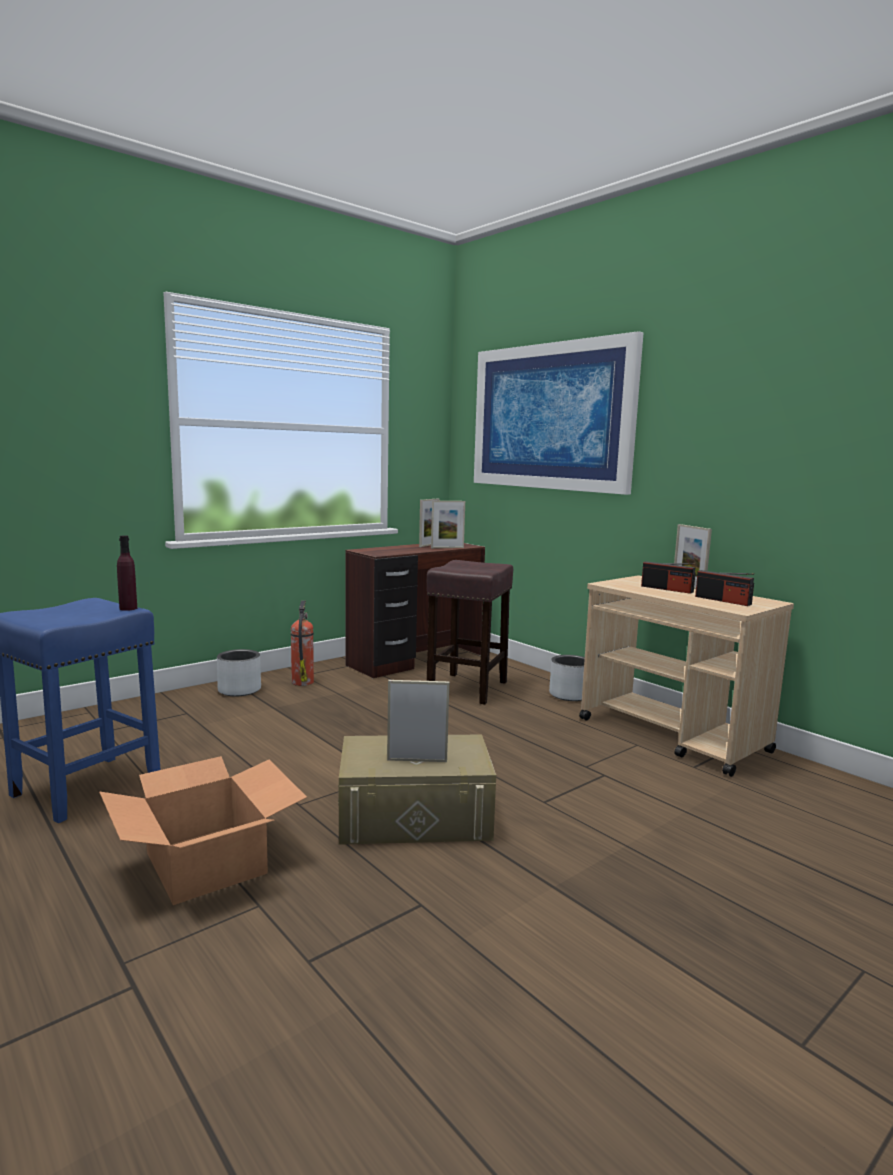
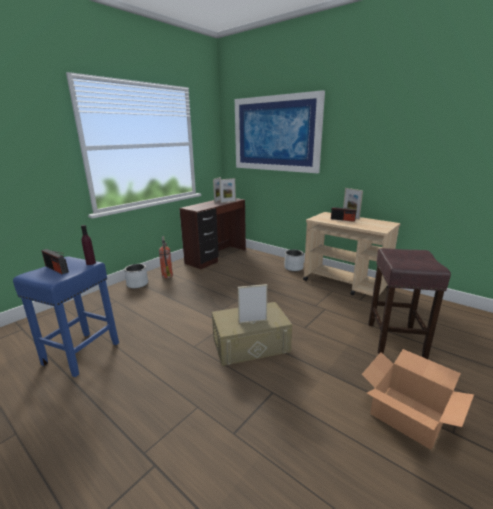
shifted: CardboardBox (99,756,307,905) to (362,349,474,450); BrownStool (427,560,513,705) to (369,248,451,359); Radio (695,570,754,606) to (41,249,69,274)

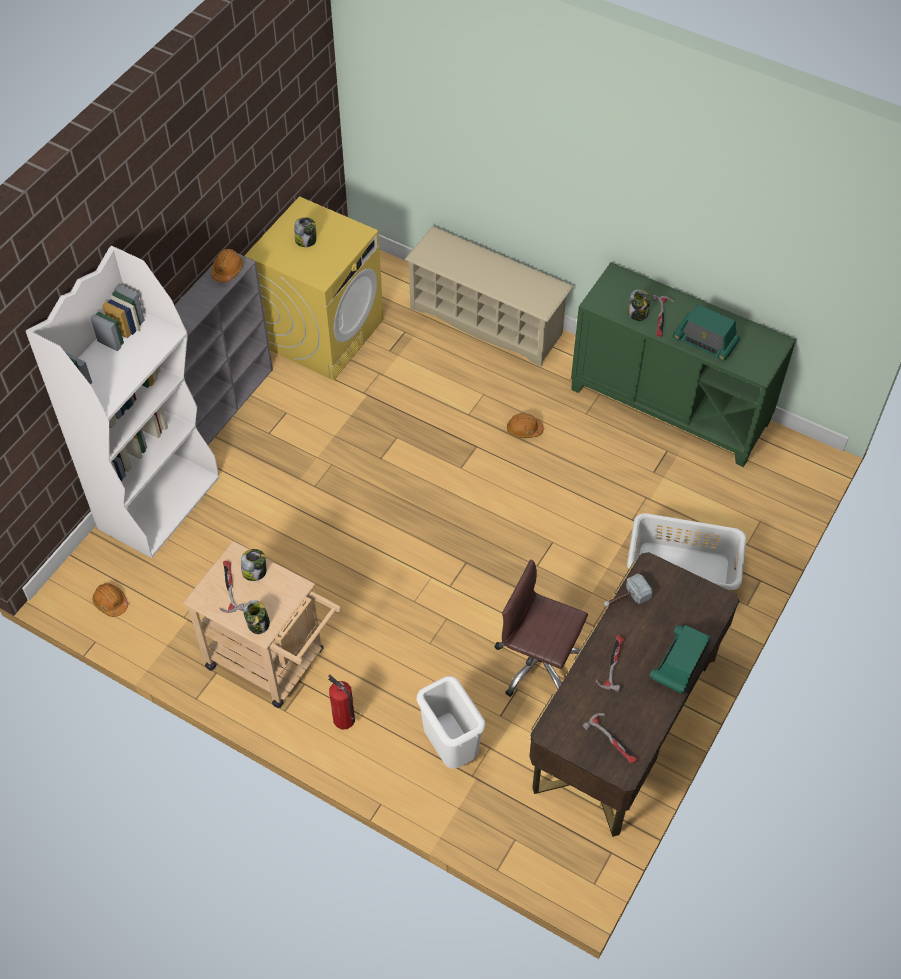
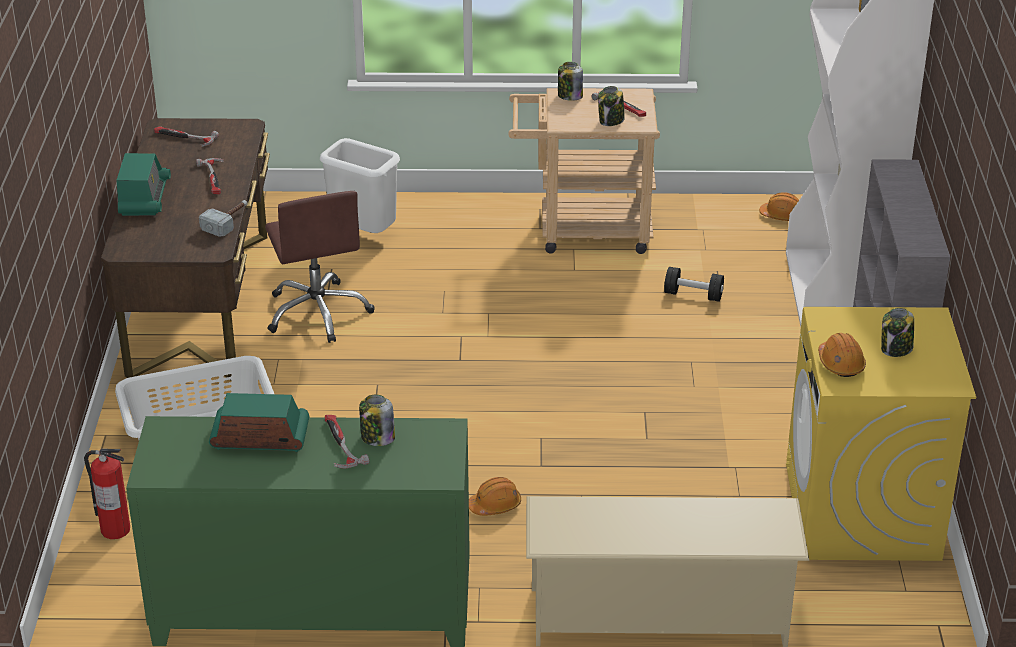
new: BlackDumbbell (664,267,724,302)
shifted: OrangeHardHat (211,249,243,282) to (818,333,866,377); FireExtinguisher (328,674,355,729) to (84,449,130,539)
rotated: BrownOfficeChair (494,559,588,697) = (265,191,374,343) 75 degrees clockwise

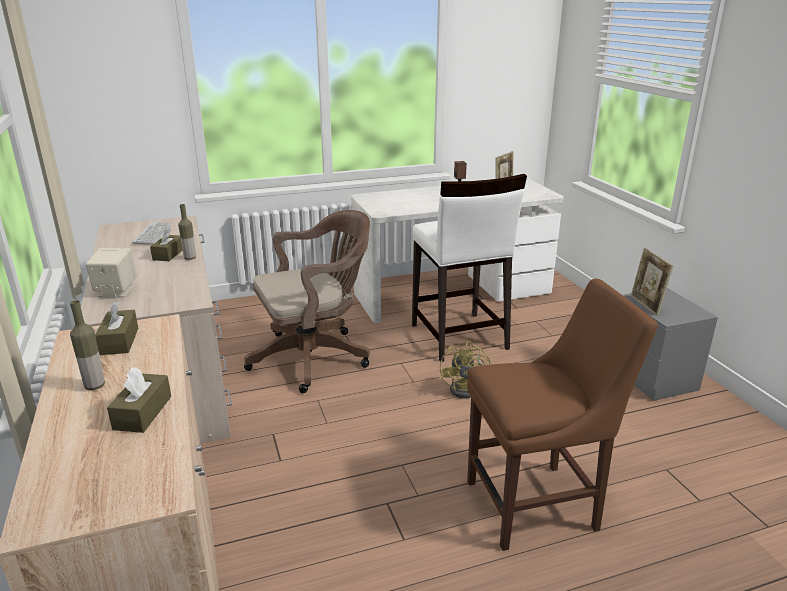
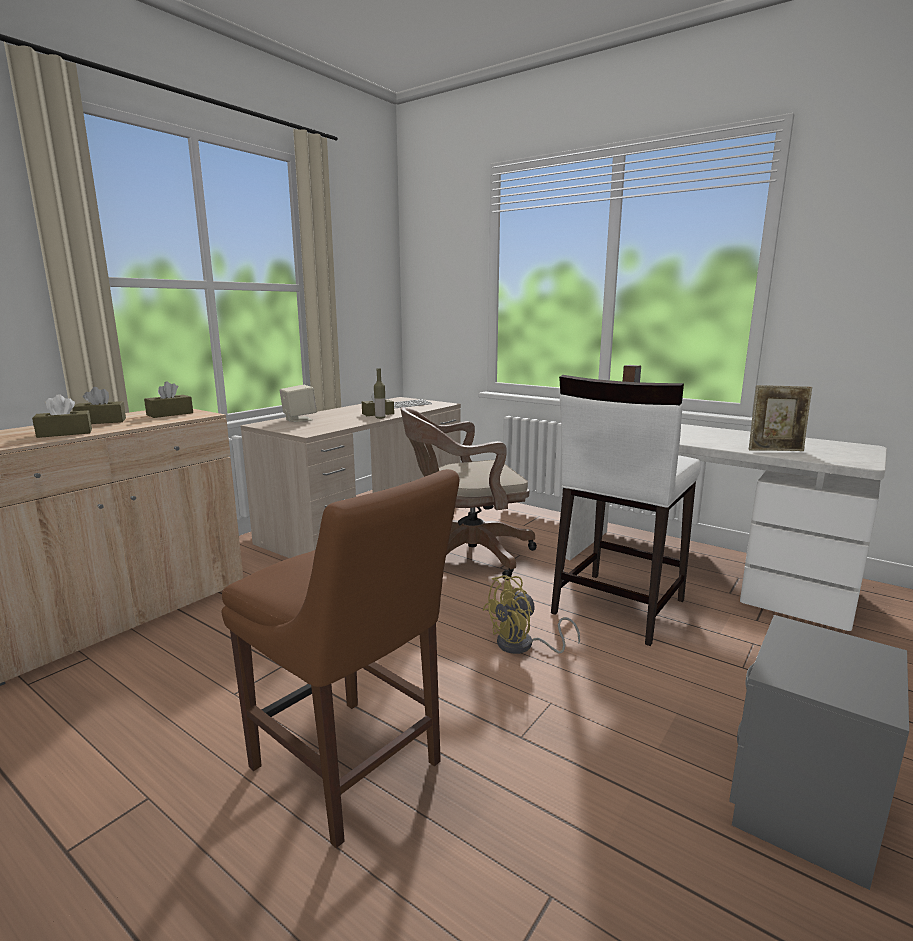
gone: PictureFrame (631,247,673,316)
swapped: Bottle (70,300,105,390) to BrownTissueBox (72,387,126,424)
rotated: BrownOfficeChair (244,210,370,393) = (400,407,537,580) 135 degrees clockwise

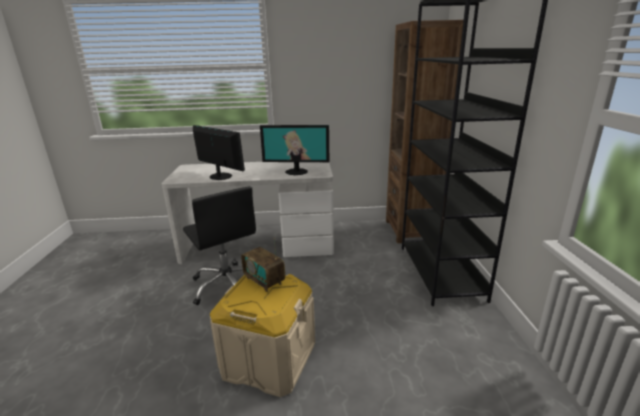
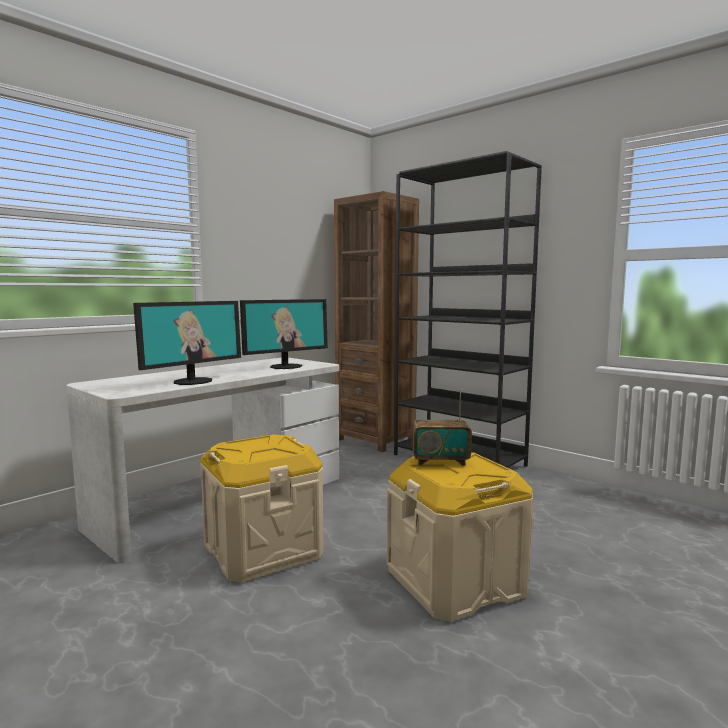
swapped: BlackOfficeChair (183,186,256,305) to BeigeStorageBox (200,434,324,582)
rotated: Monitor (193,125,245,180) = (133,301,241,385) 135 degrees clockwise

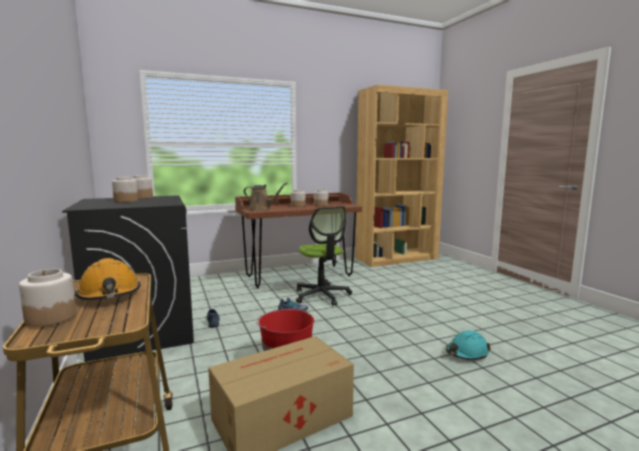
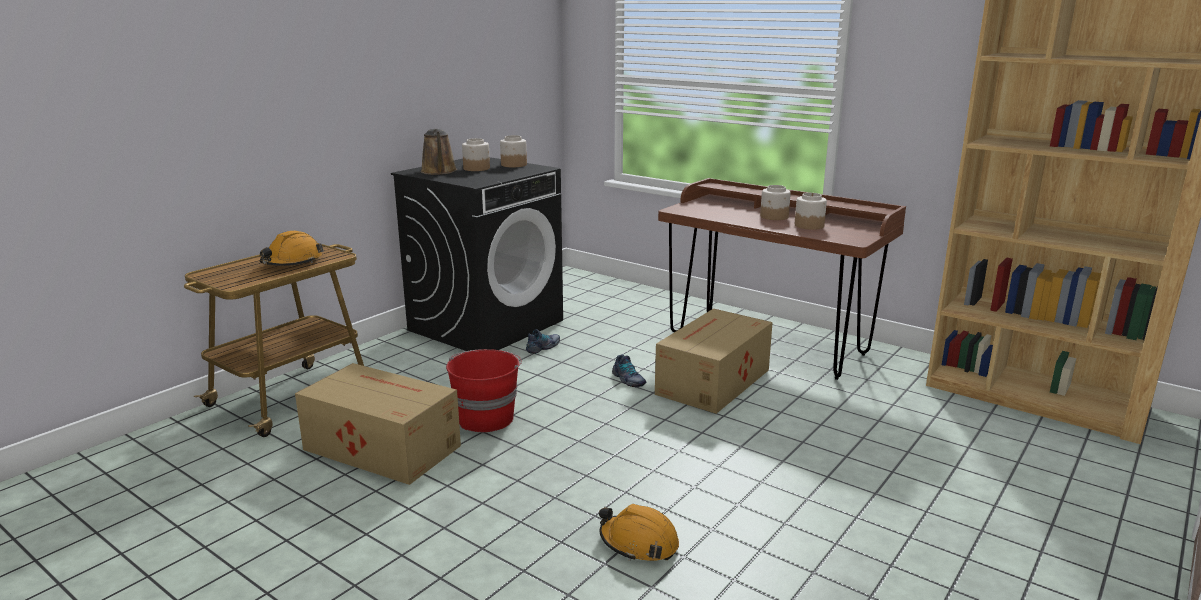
gone: Jar (19,269,76,327)
shifted: BrownWateringCan (243,183,287,211) to (421,129,457,175)
swapped: OfficeChair (296,206,352,306) to CardboardBox (655,308,773,414)
repainted: TurquoiseHardHat (446,331,491,360) to OrangeHardHat (599,504,679,561)

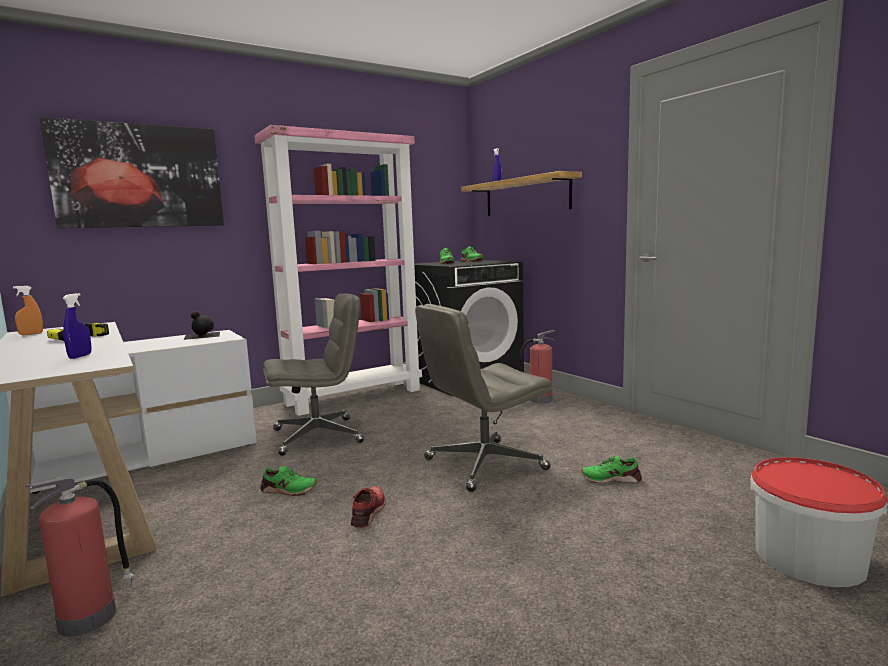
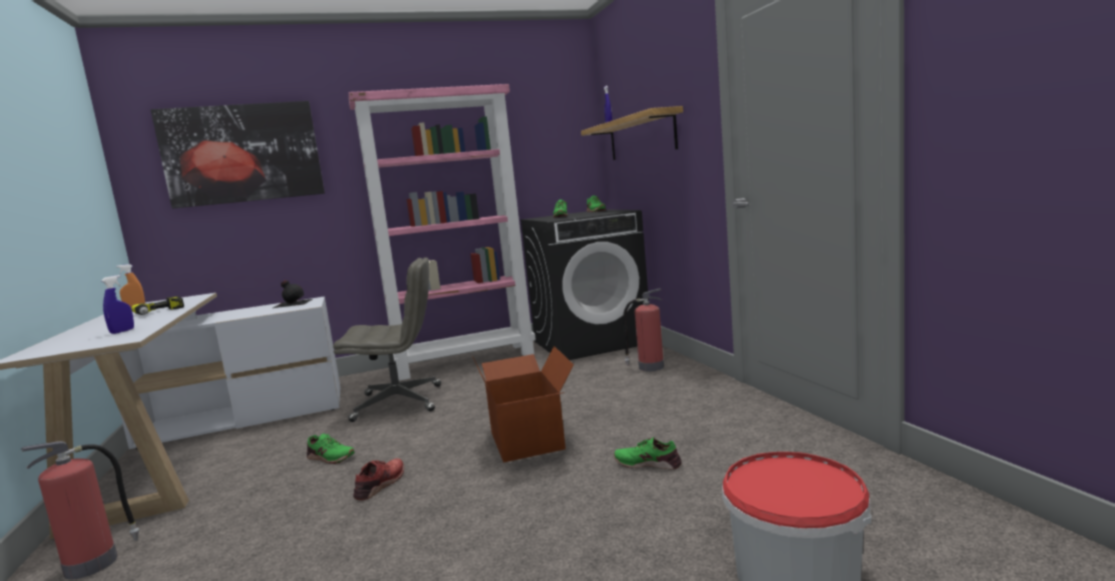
swapped: GreyOfficeChair (415,304,552,492) to CardboardBox (473,346,574,463)

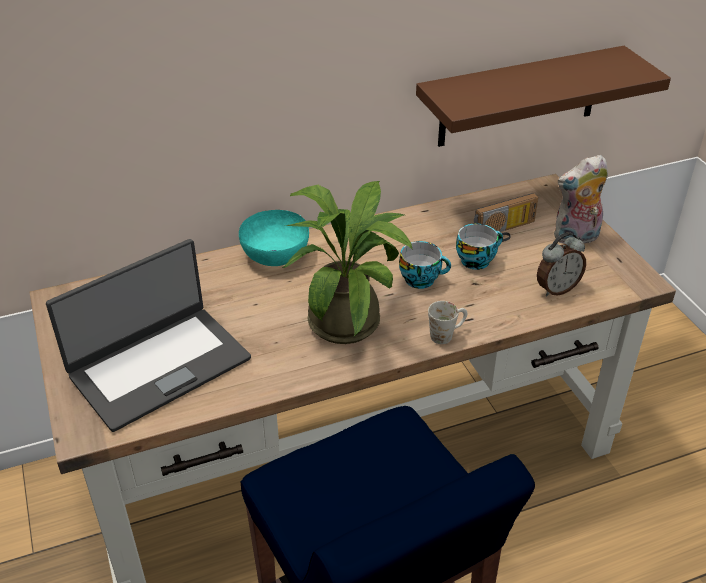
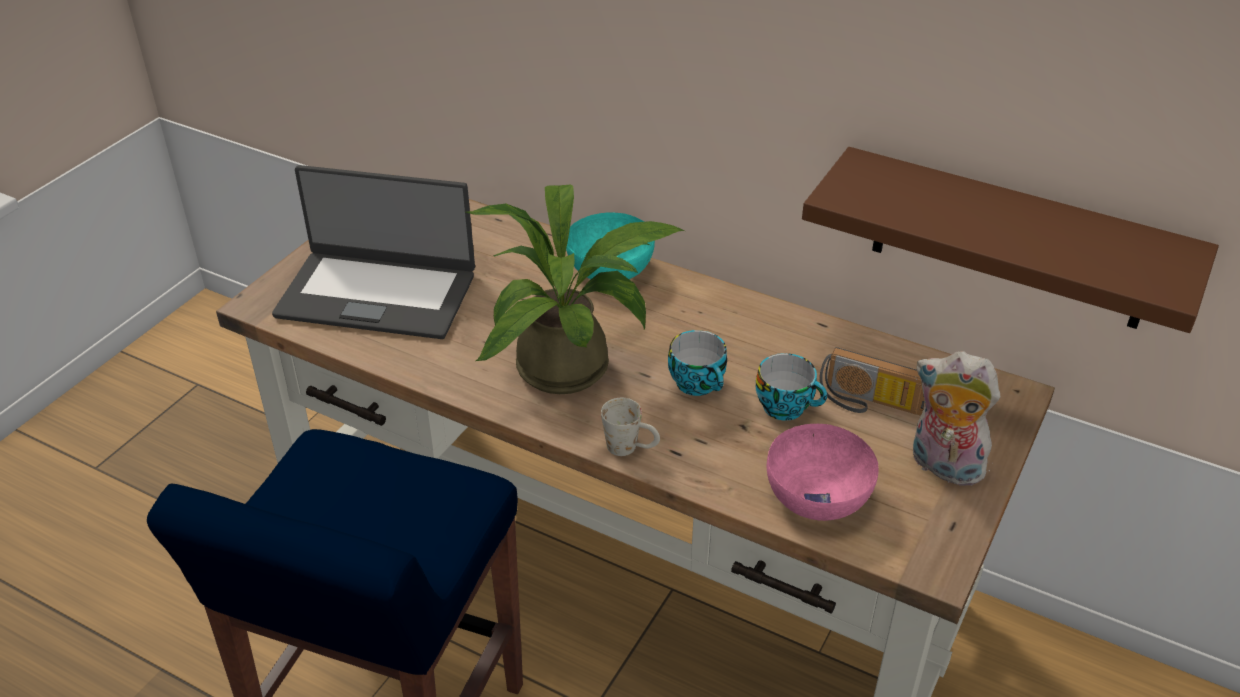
swapped: AlarmClock (537,232,586,296) to PinkBowl (767,424,879,521)

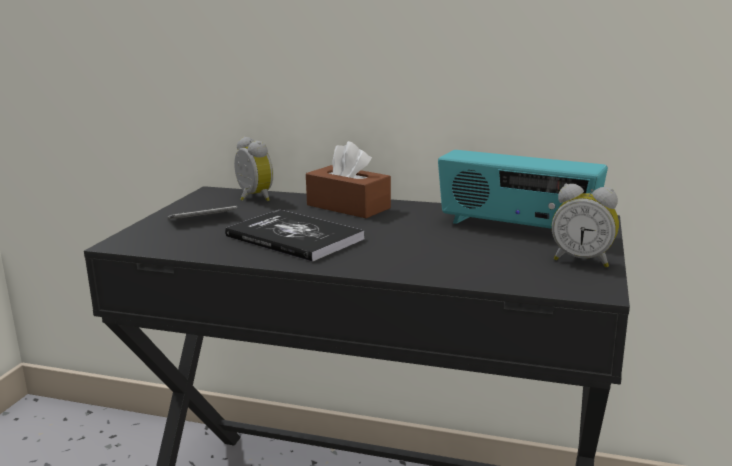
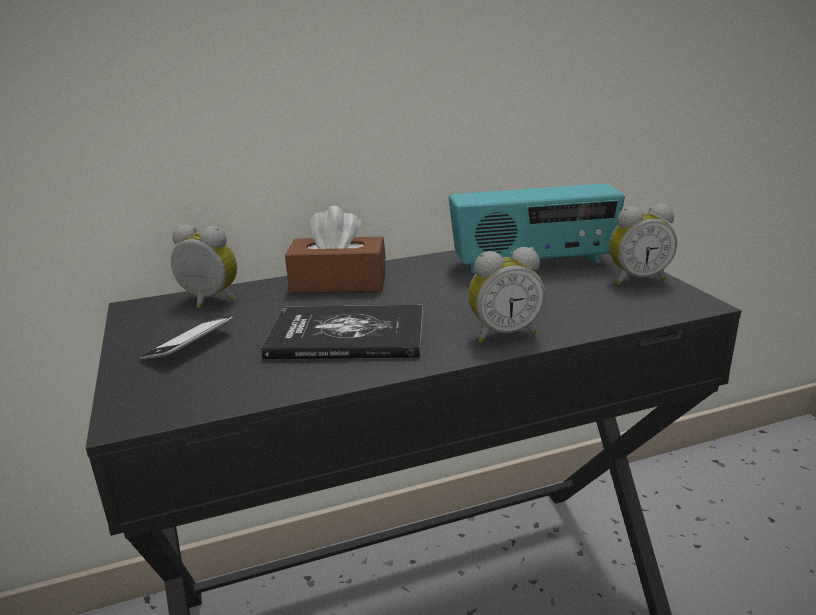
new: AlarmClock (468,247,545,343)

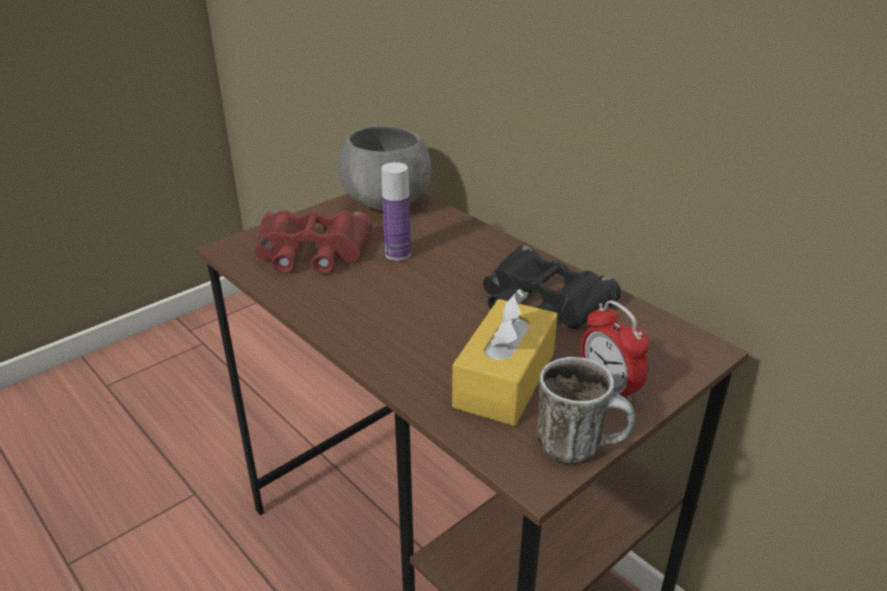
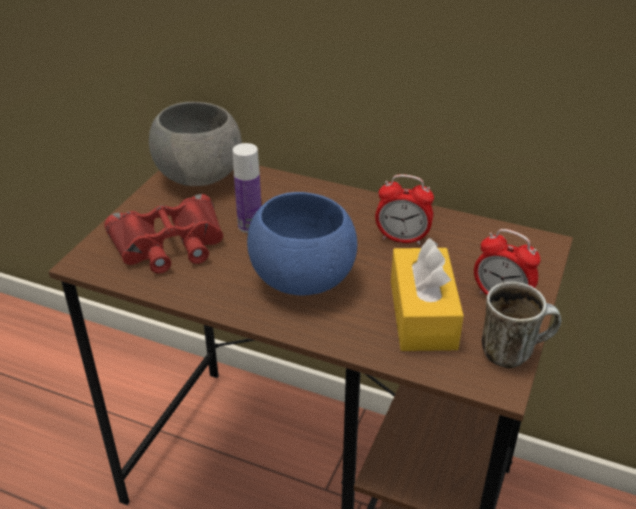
new: BlueBowl (247,192,357,296)
swapped: BlackBinoculars (483,245,621,329) to AlarmClock (375,174,434,245)

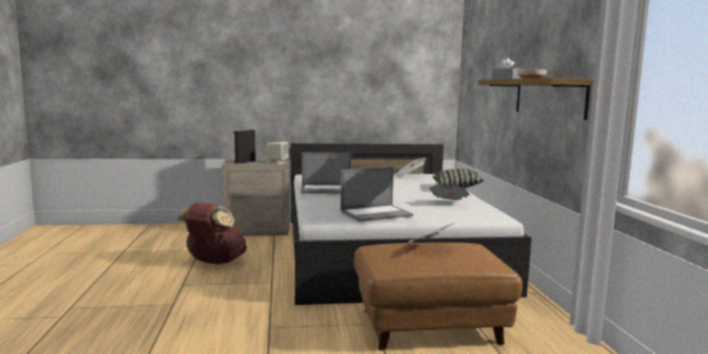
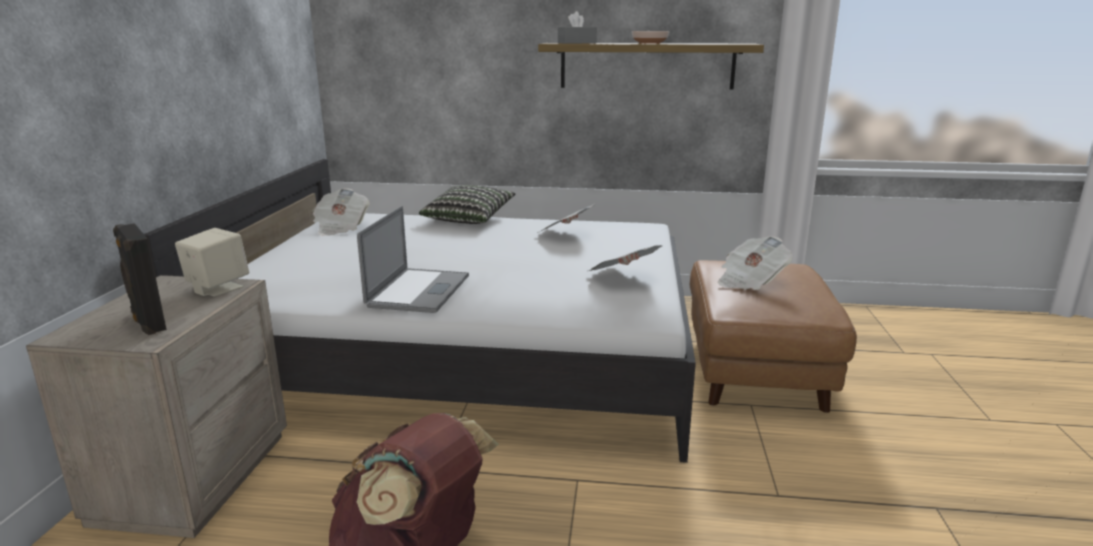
swapped: Laptop (340,167,413,222) to Newspaper (589,245,662,271)

